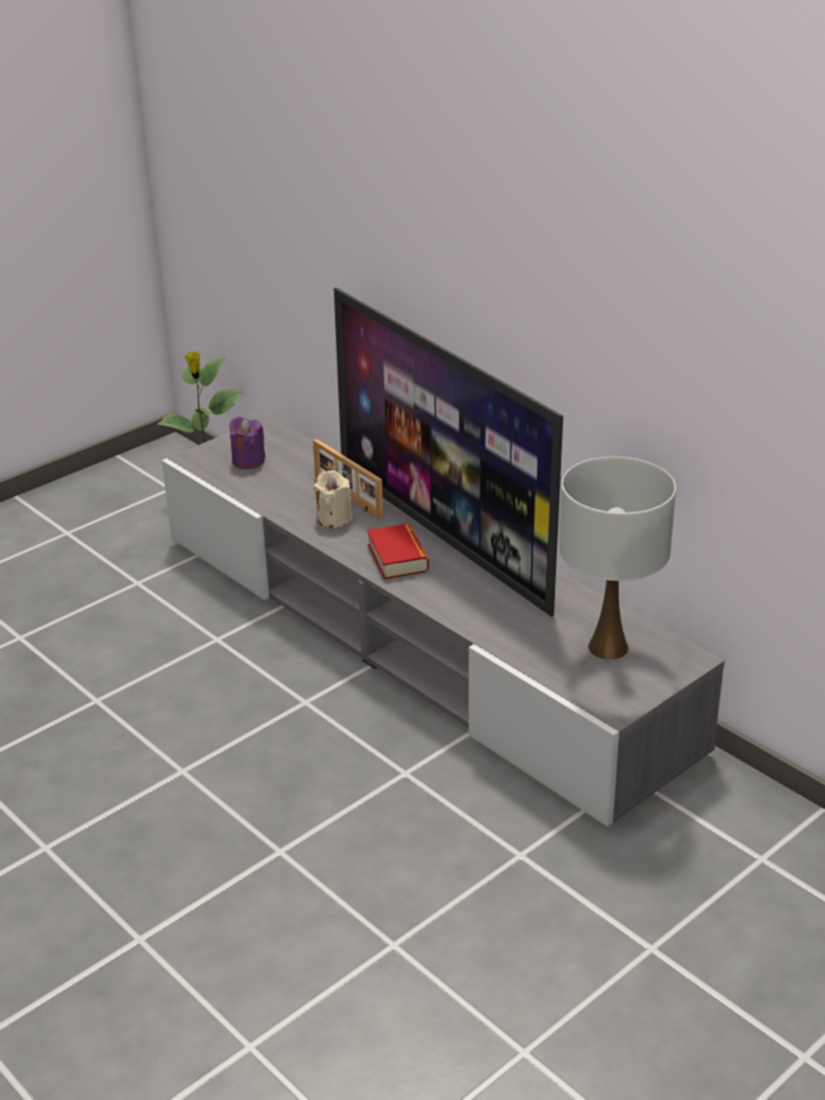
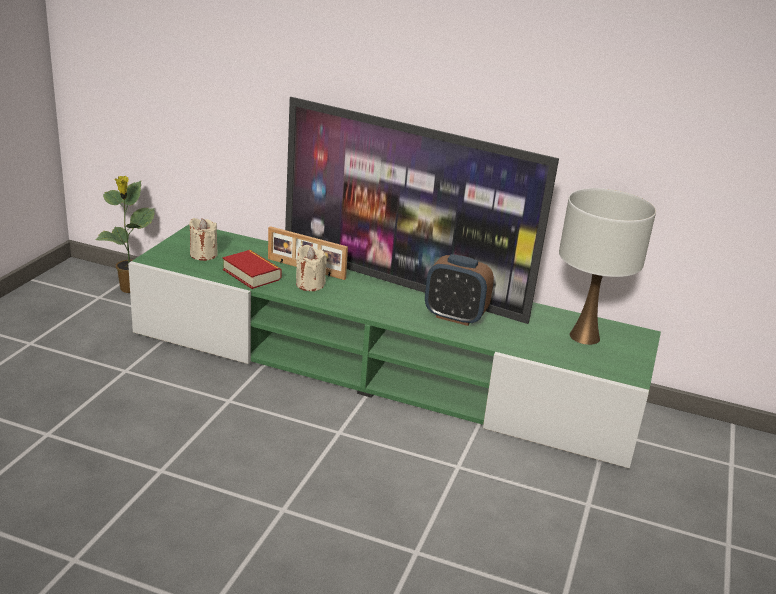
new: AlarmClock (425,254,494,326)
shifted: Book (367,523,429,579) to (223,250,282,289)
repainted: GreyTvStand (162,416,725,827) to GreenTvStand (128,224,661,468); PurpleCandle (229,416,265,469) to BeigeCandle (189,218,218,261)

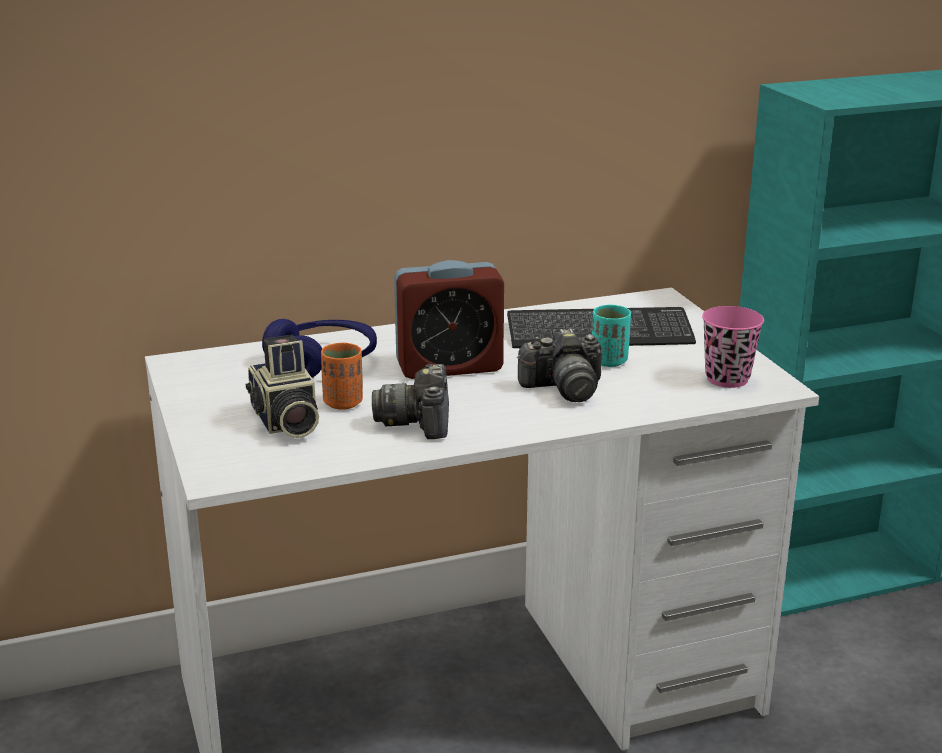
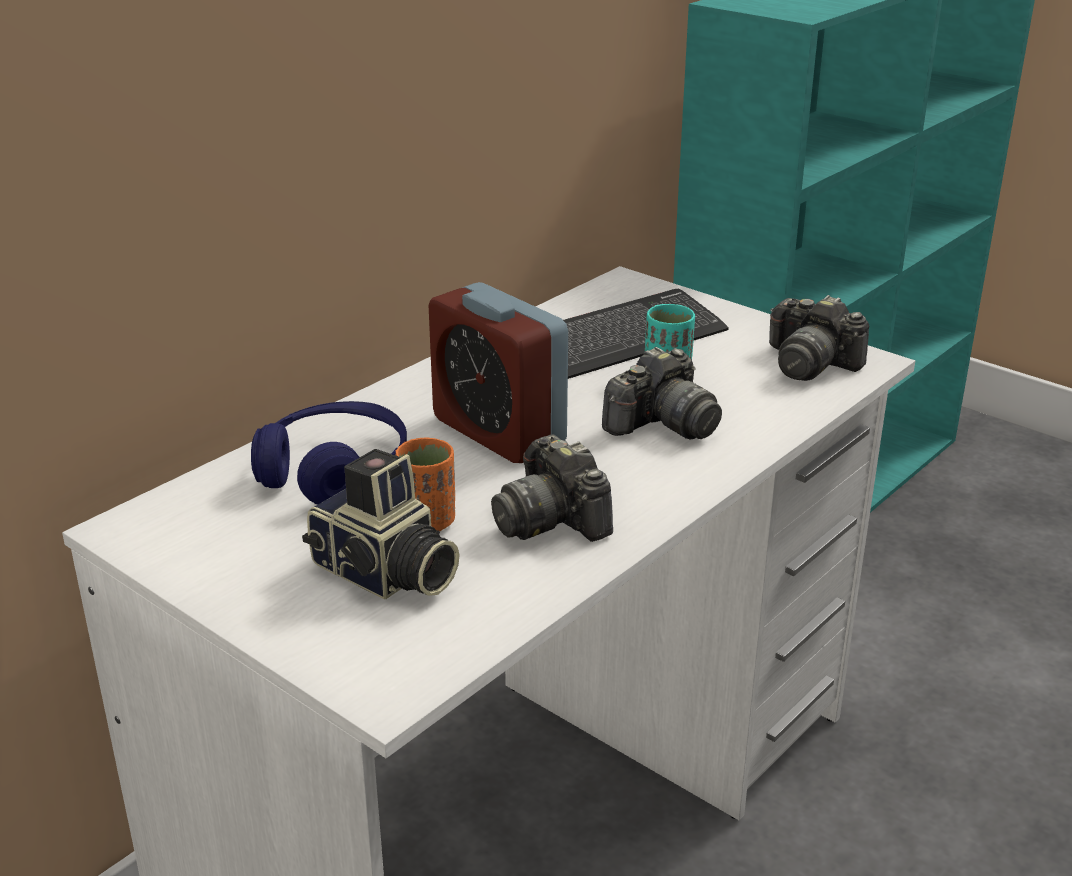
swapped: PinkCup (702,306,764,388) to PhotoCamera (769,295,870,381)
rotated: AlarmClock (394,260,504,379) = (428,282,568,463) 90 degrees clockwise

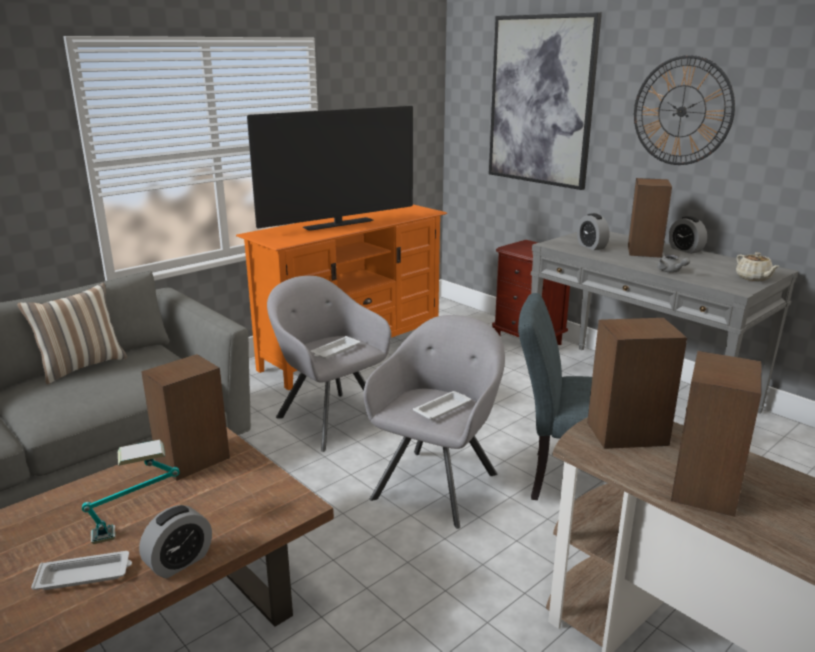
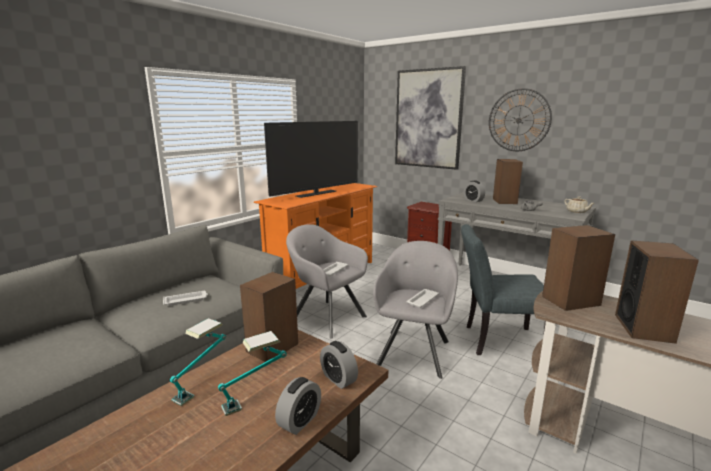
gone: Pillow (17,283,128,384)
new: TableLamp (170,318,226,406)
shifted: WhiteTray (31,551,132,590) to (163,291,208,306); AlarmClock (669,216,707,254) to (320,341,358,389)

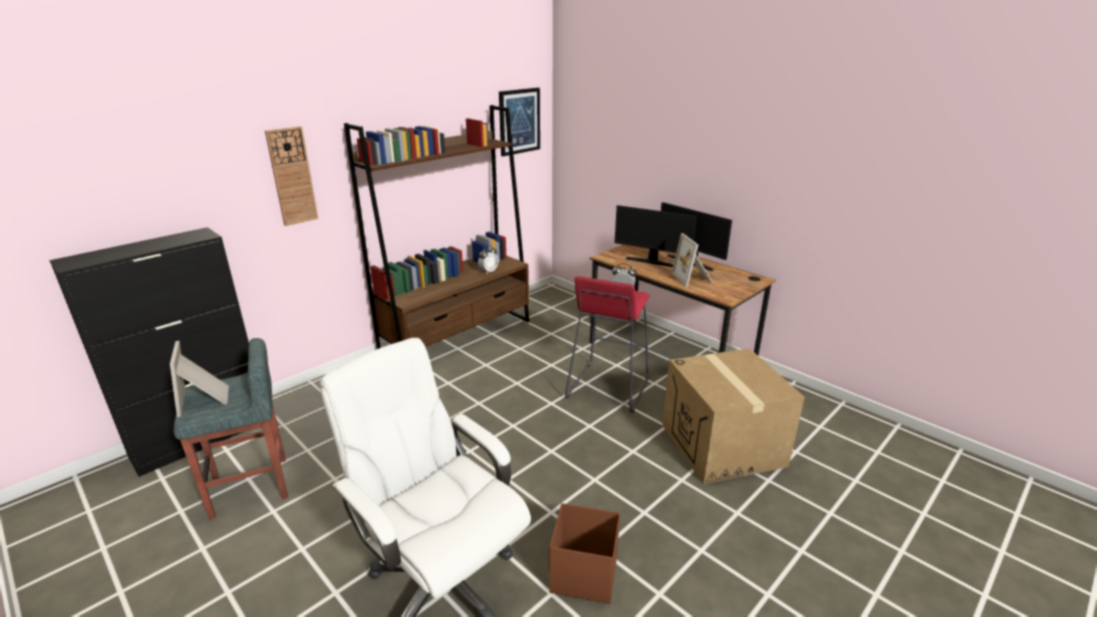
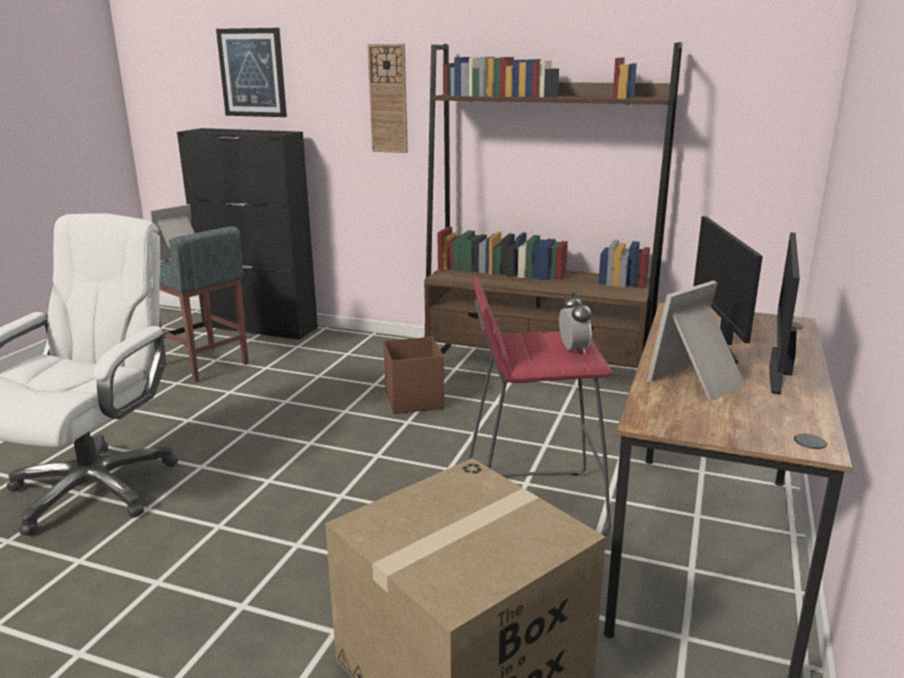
gone: AlarmClock (478,245,498,273)
shifted: Picture (499,88,540,156) to (216,28,287,117); BrownStorageBox (549,503,620,604) to (383,337,444,414)

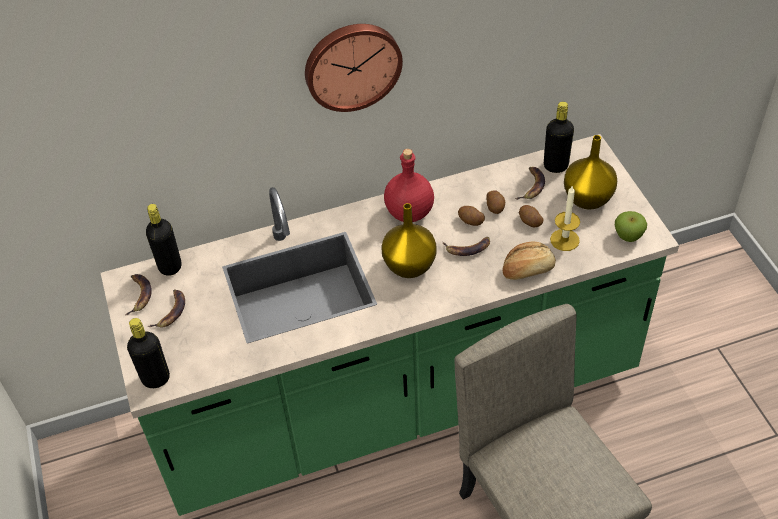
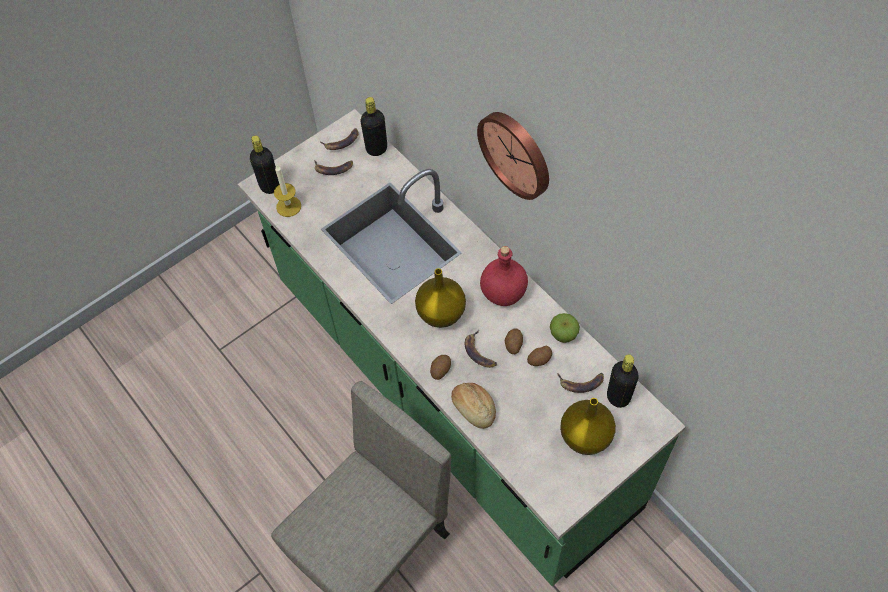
shifted: Potato (519,205,544,227) to (430,355,451,380); Candle (550,185,580,251) to (274,165,301,217); Apple (615,211,647,242) to (550,313,580,343)

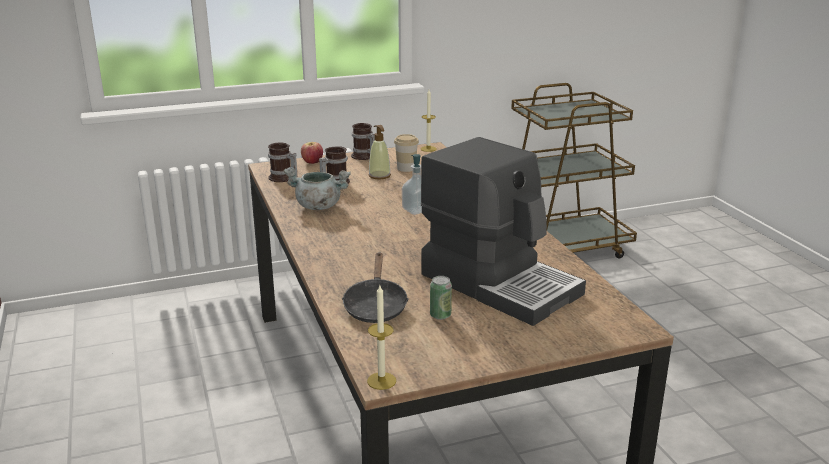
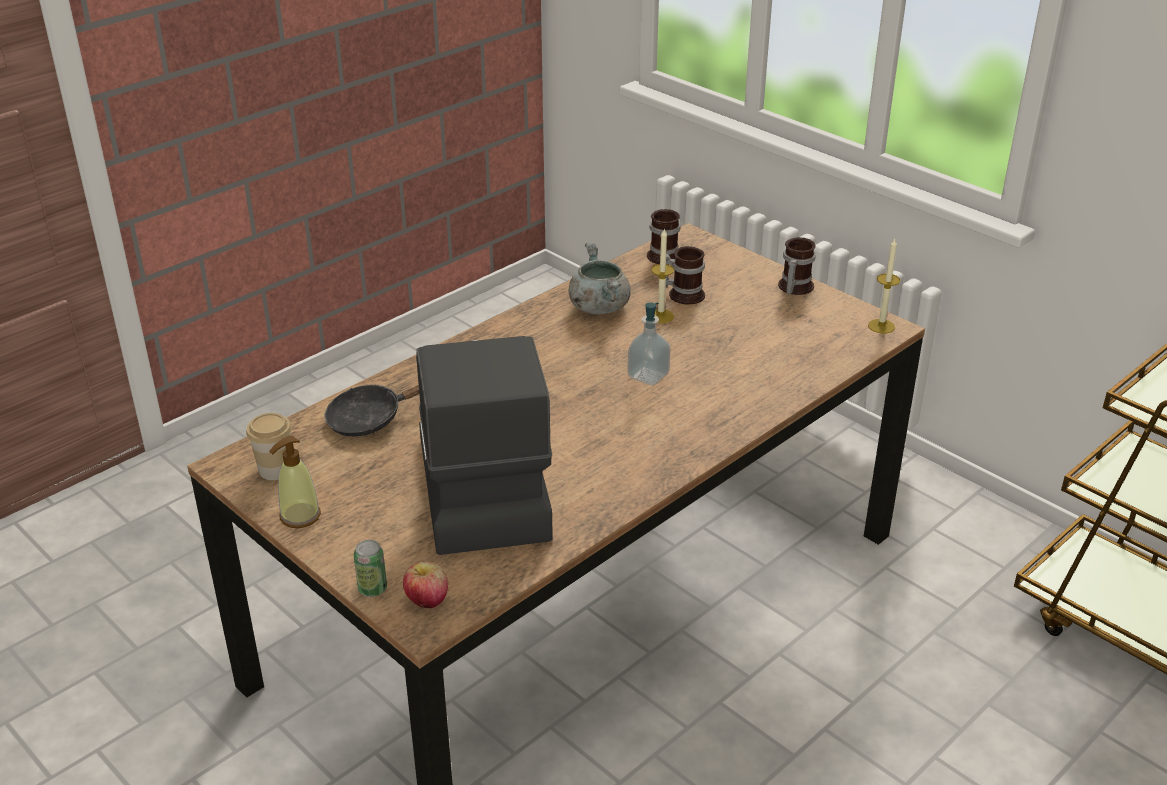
shifted: Apple (301,142,323,164) to (403,561,448,608); Candle (367,285,396,390) to (651,230,674,323); SoapDispenser (368,125,391,179) to (269,436,321,528); Cup (394,134,419,172) to (246,413,292,480); Can (430,276,452,320) to (354,540,387,597)
rotated: CoffeeMachine (421,137,586,326) = (416,336,553,555) 150 degrees clockwise

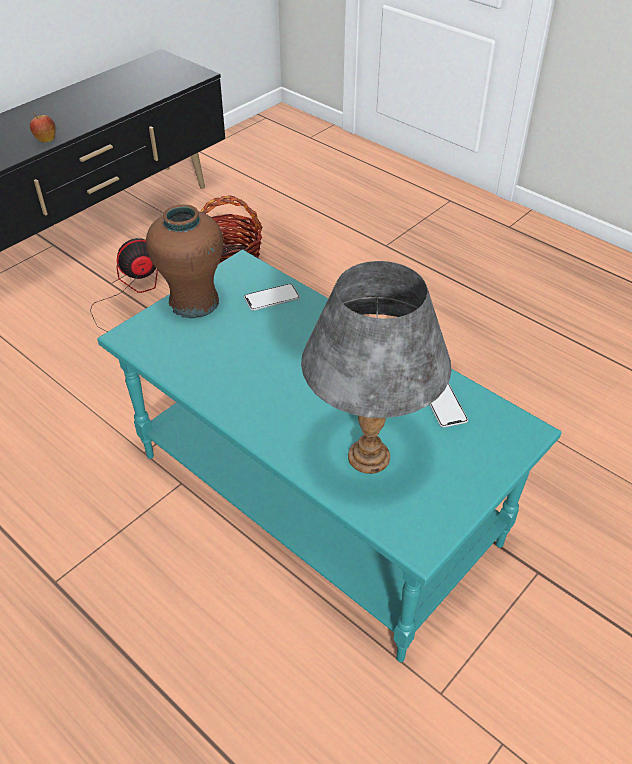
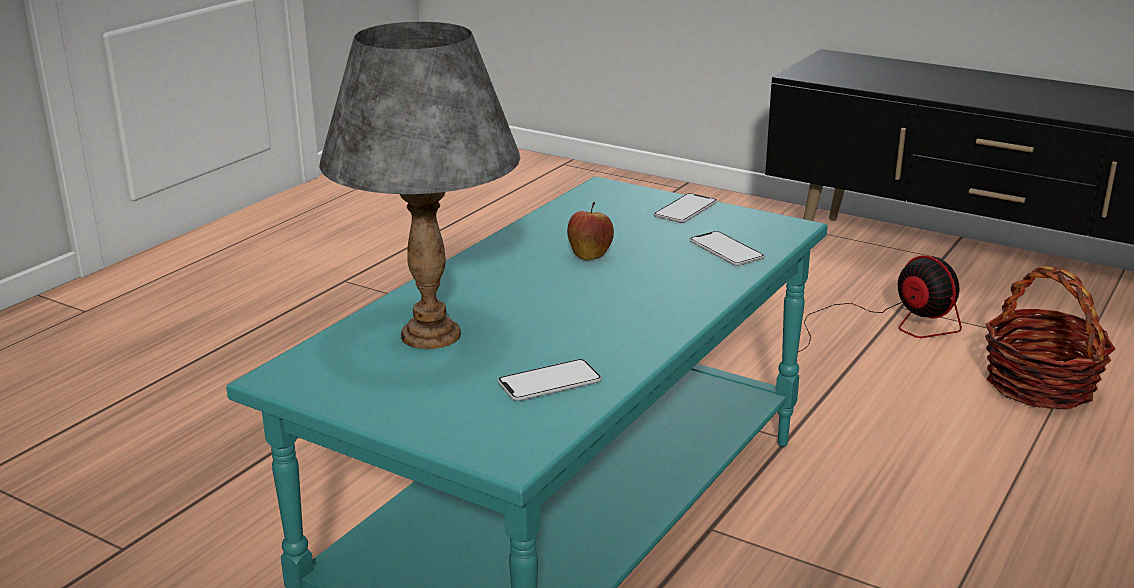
shifted: Apple (30,113,56,142) to (567,202,614,261)
swapped: BrownVase (146,205,223,318) to Phone (654,193,717,223)

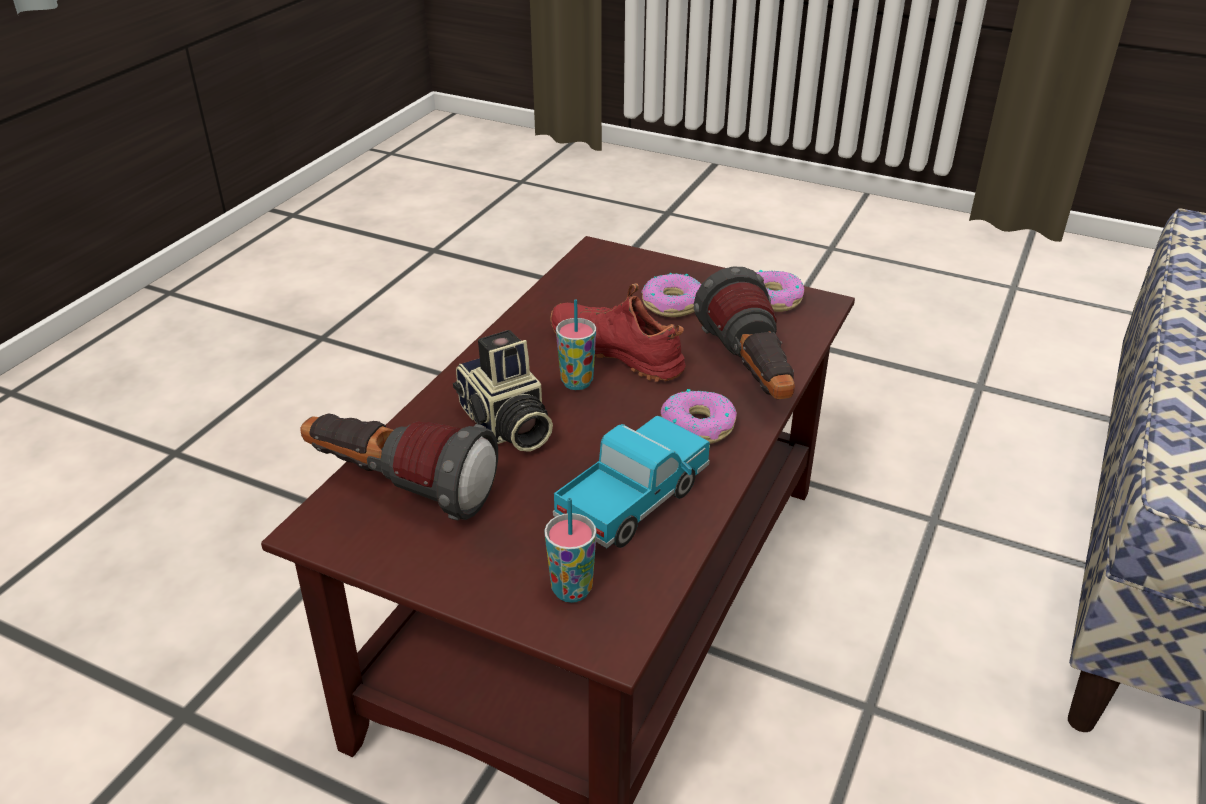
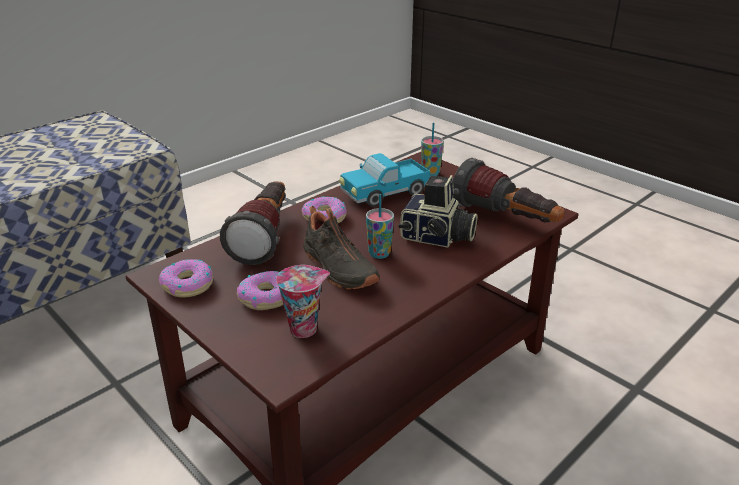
new: Cup (276,265,330,338)
repainted: RedShoe (550,284,686,382) to BlackShoe (303,206,379,289)
rotated: PhotoCamera (453,330,553,452) = (398,175,477,248) 120 degrees clockwise

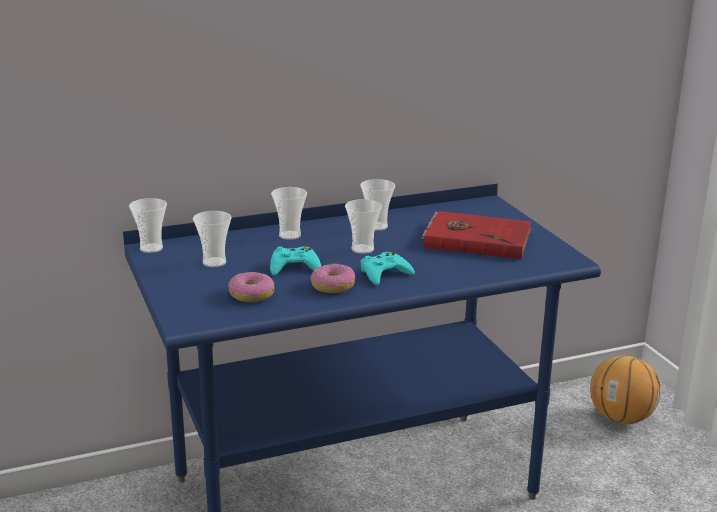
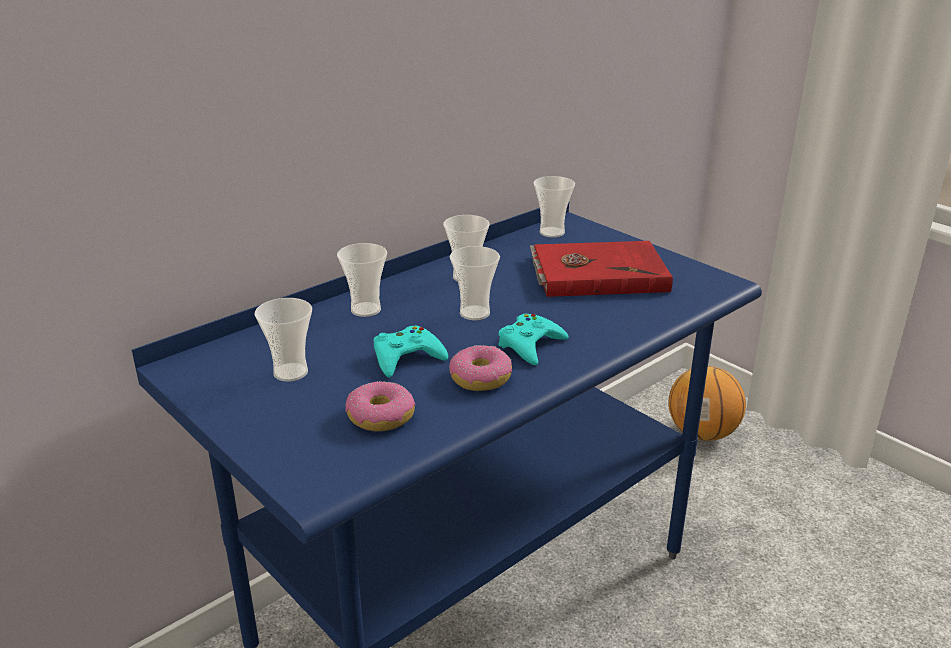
shifted: Cup (129,198,167,253) to (533,176,575,238)

